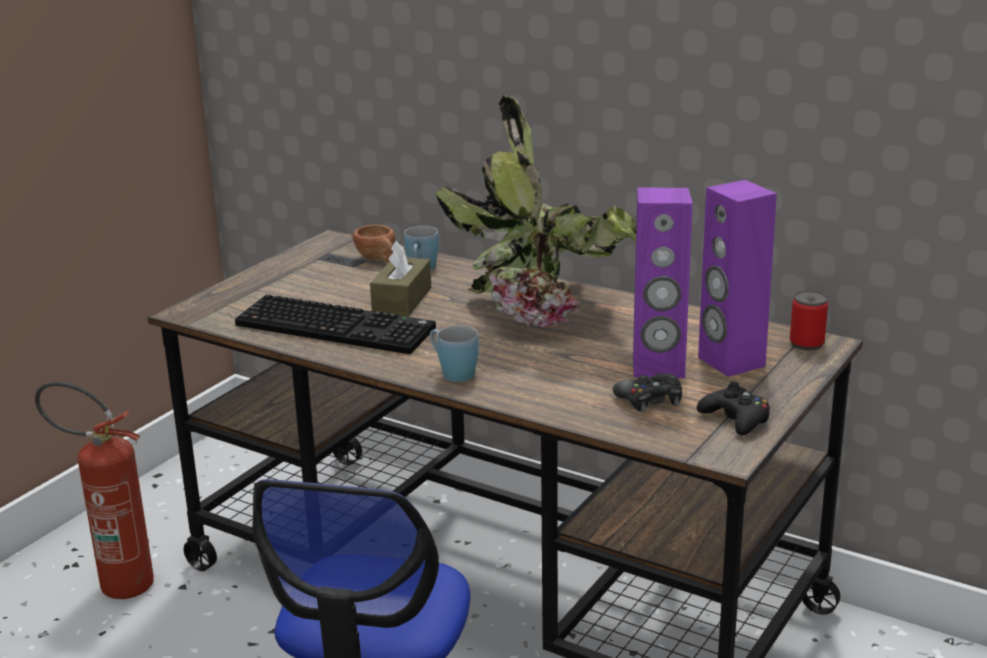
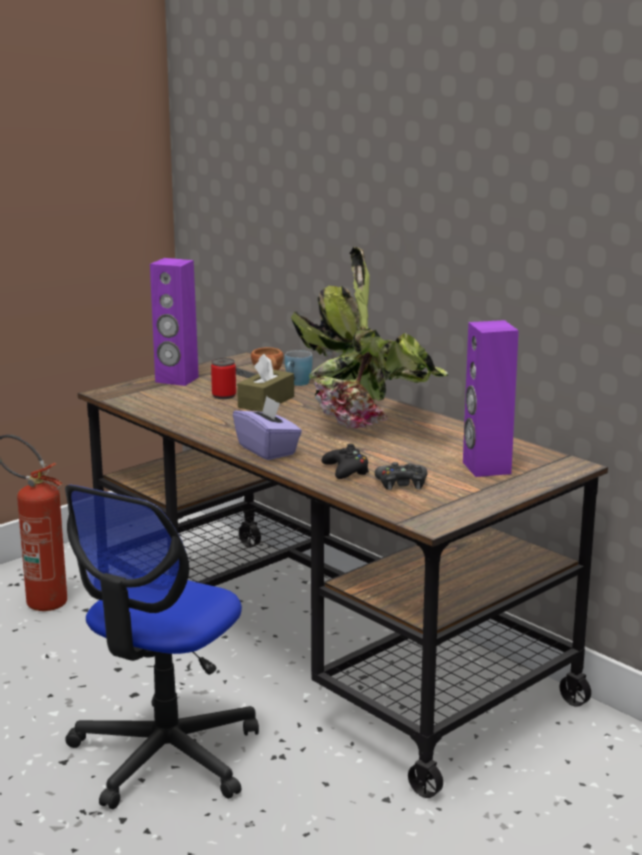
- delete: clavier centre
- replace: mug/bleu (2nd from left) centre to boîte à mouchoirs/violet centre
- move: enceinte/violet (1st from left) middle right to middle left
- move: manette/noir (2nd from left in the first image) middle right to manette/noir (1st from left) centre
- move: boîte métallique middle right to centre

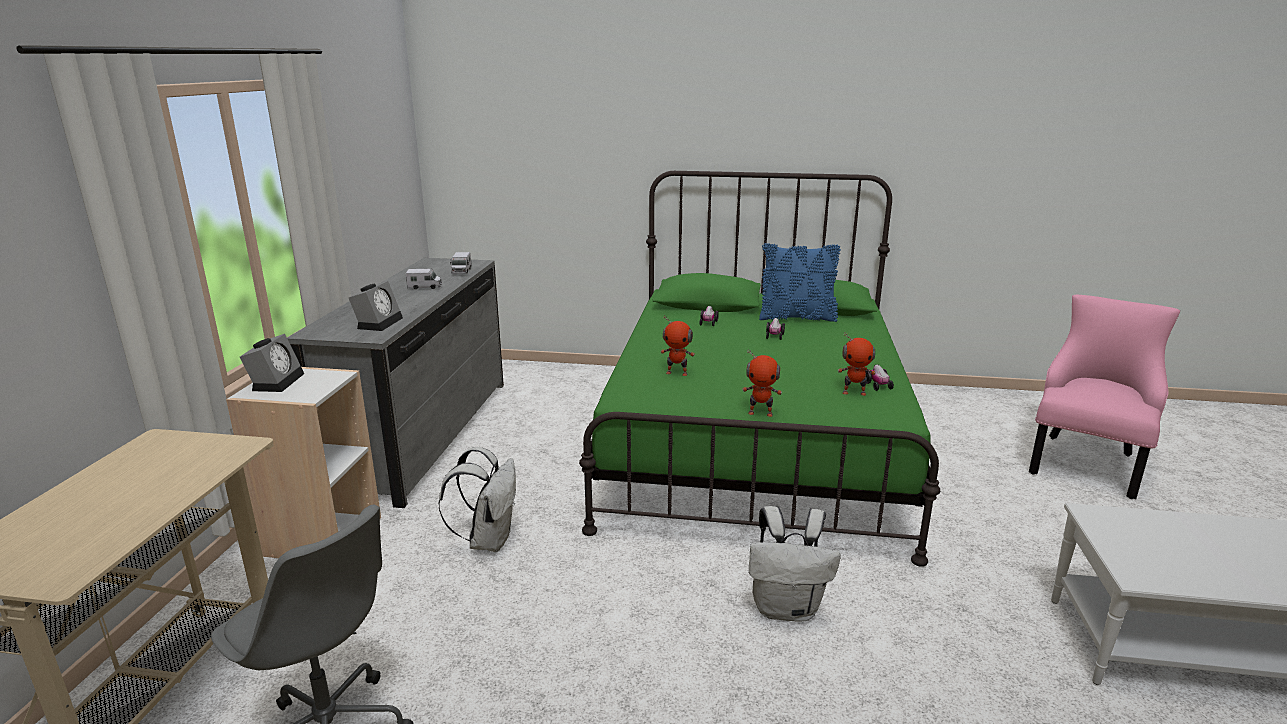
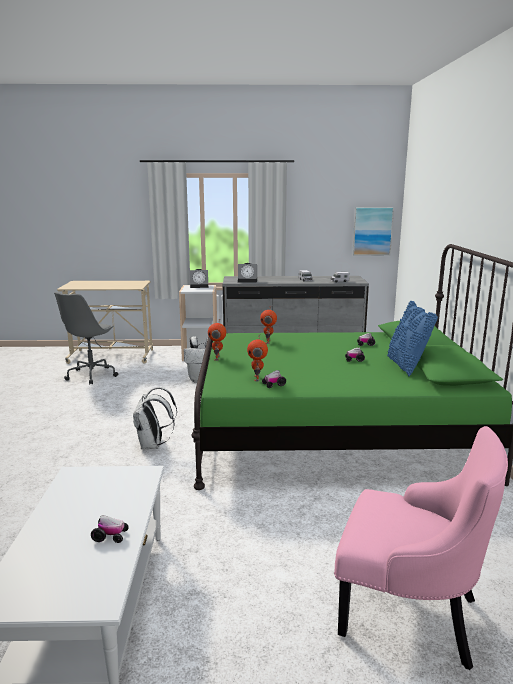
- insert: petite voiture (1st from left) bottom left
- insert: tableau middle right

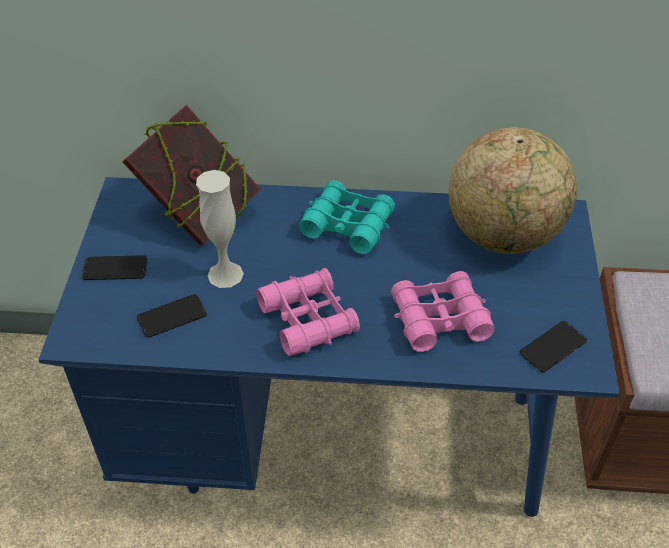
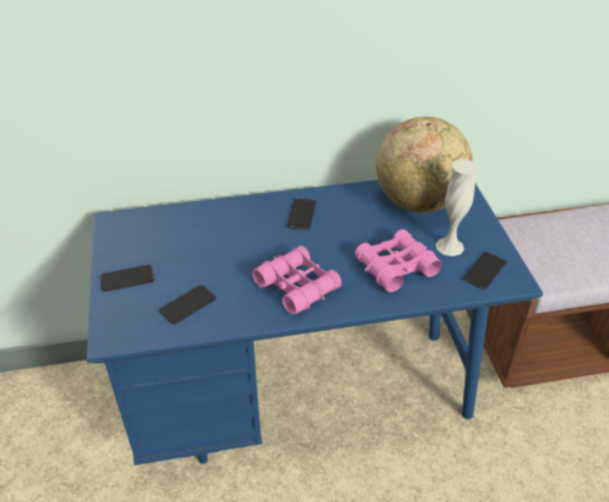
- delete: livre top left
- move: vase/blanc middle left to middle right
- replace: jumelles/turquoise centre to téléphone (3rd from left) centre

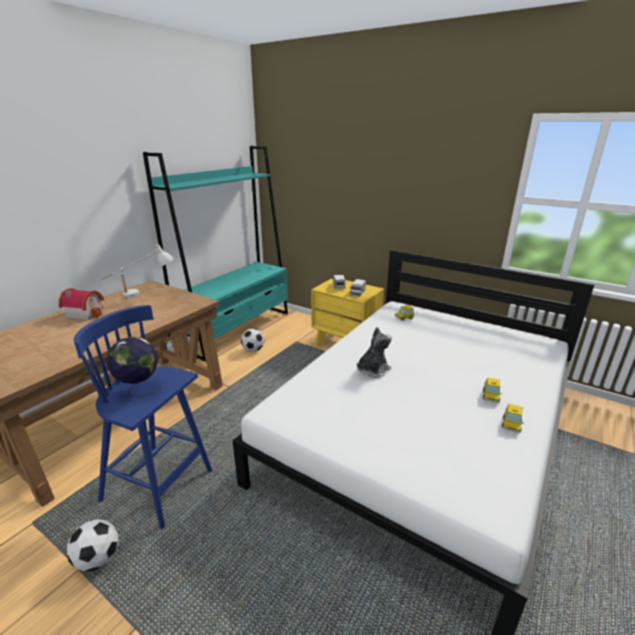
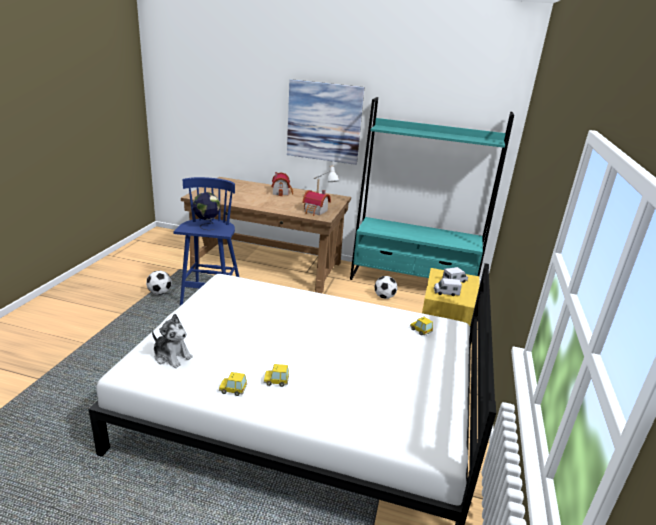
- move: peluche centre to middle left
- insert: tableau top centre
- insert: maison miniature (2nd from left) centre

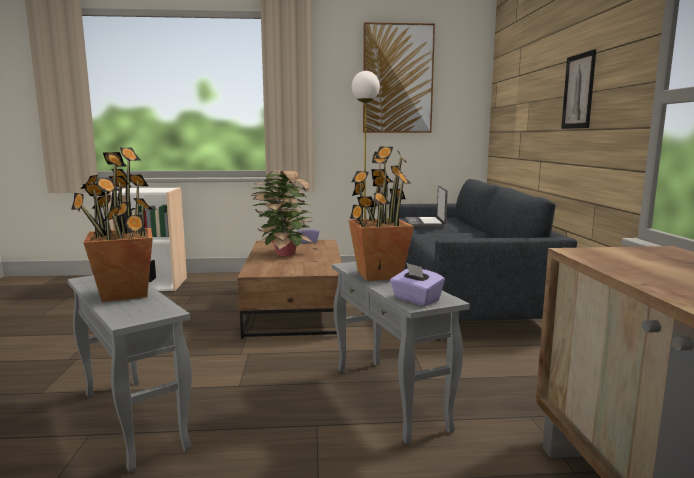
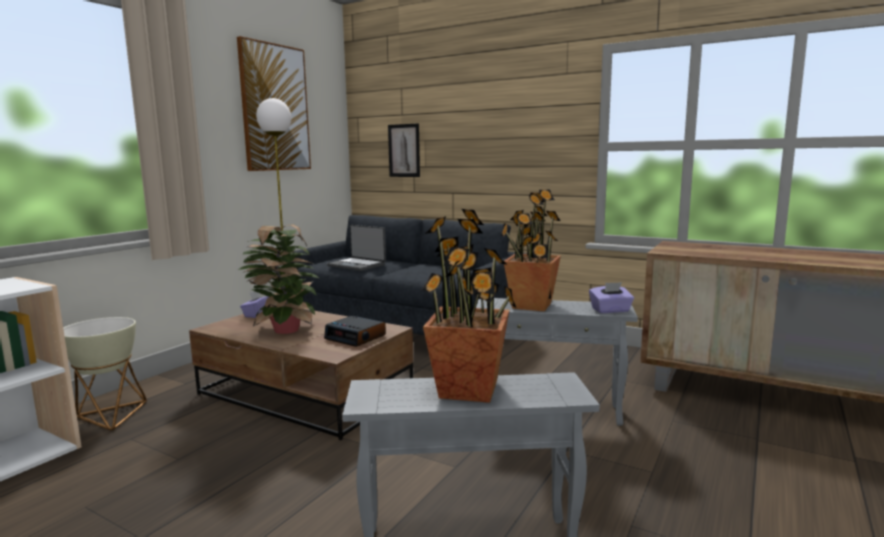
- move: tableau (2nd from left) top right to top centre
- insert: cache-pot bottom left
- insert: réveil centre

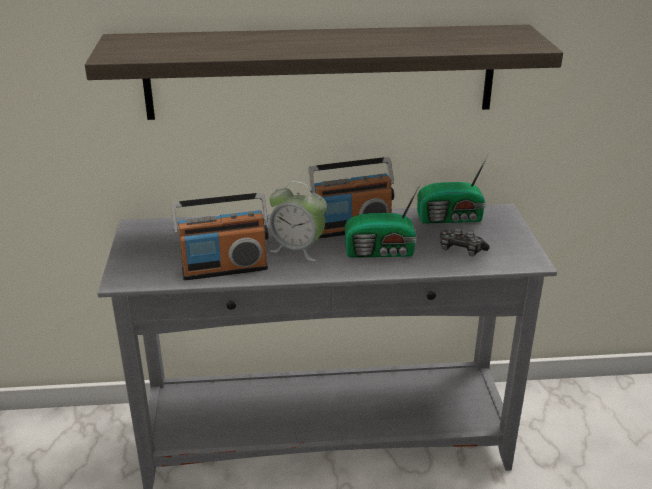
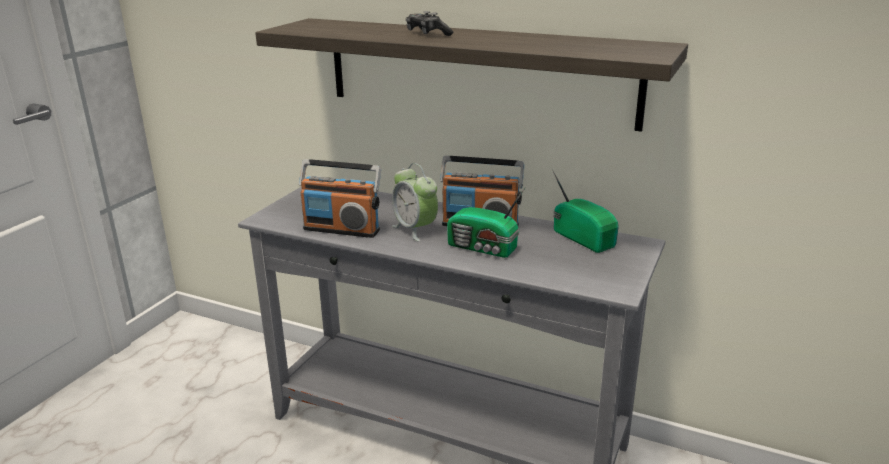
- rotate: radio (4th from left) middle right = centre 150 degrees counterclockwise
- move: manette middle right to top centre

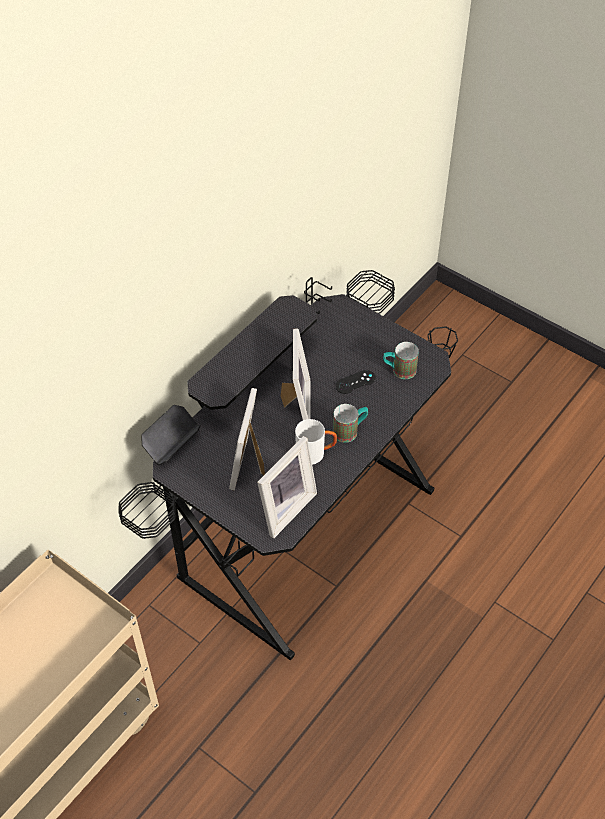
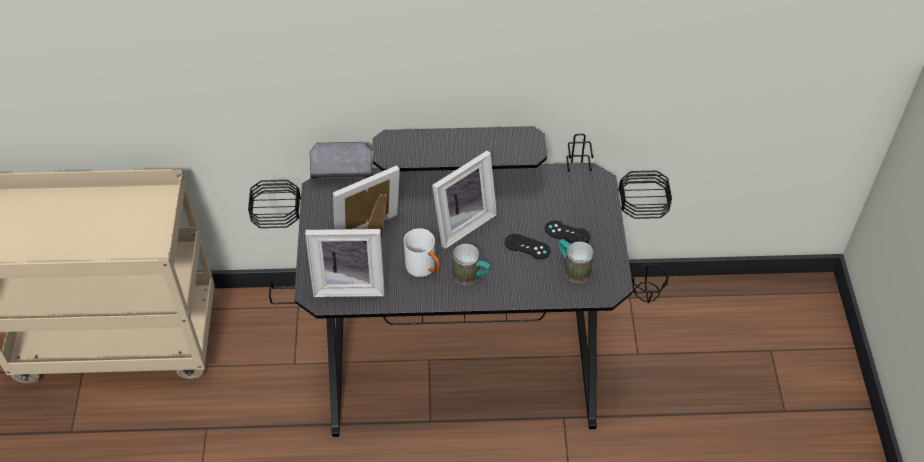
- insert: manette/noir (2nd from left) centre

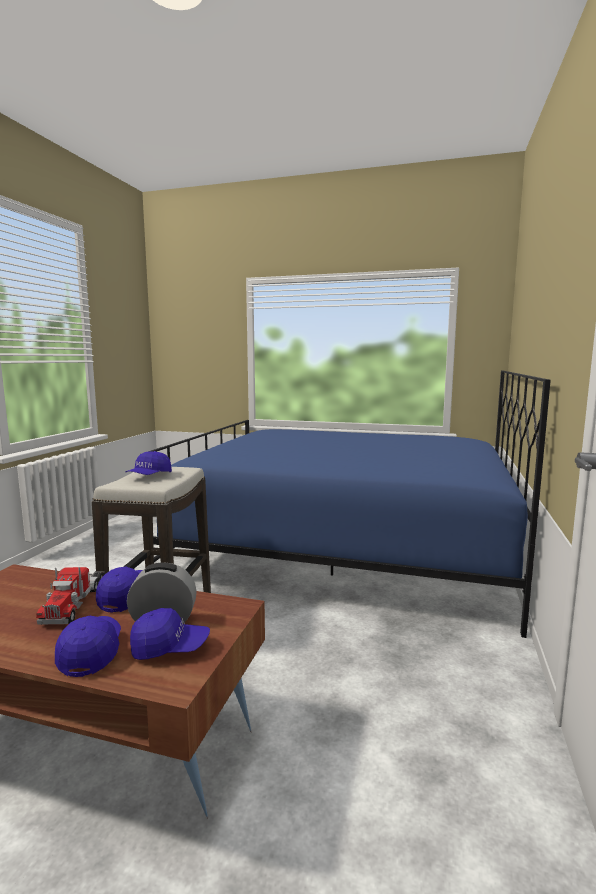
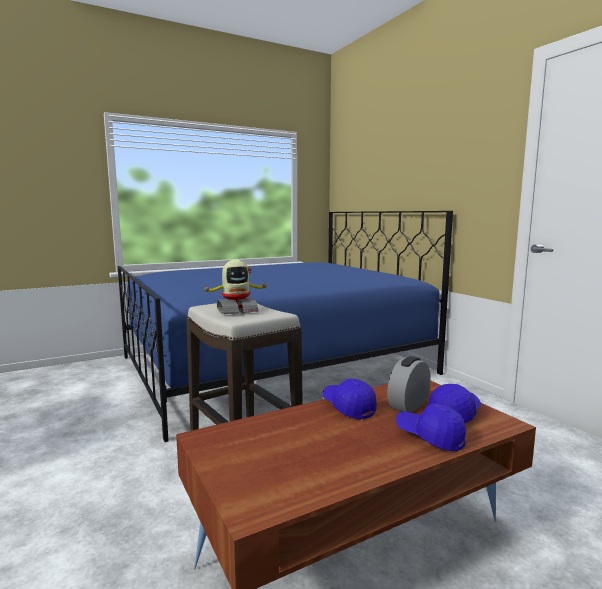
- delete: camion jouet bottom left
- replace: casquette/bleu (3rd from left) middle left to robot jouet centre

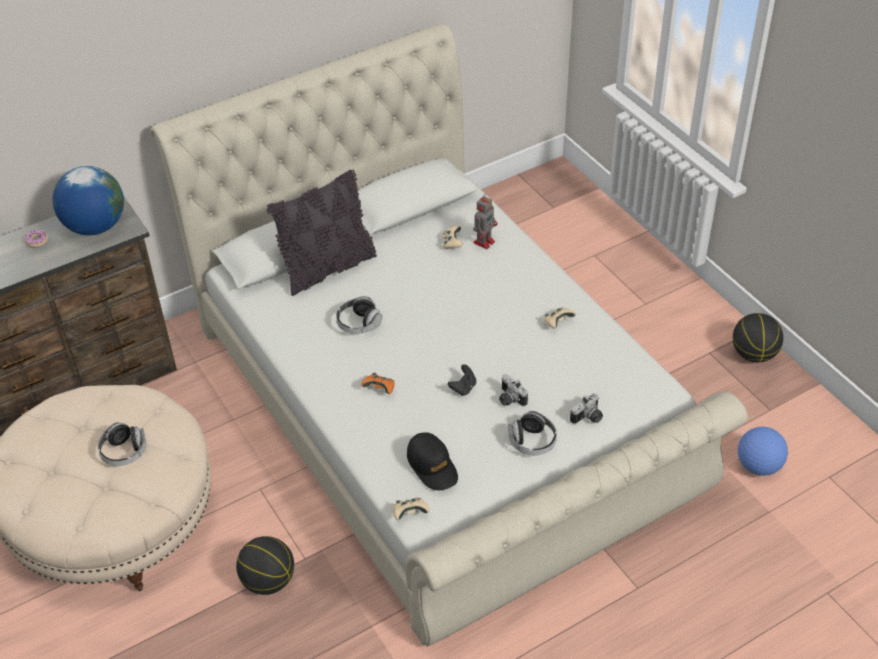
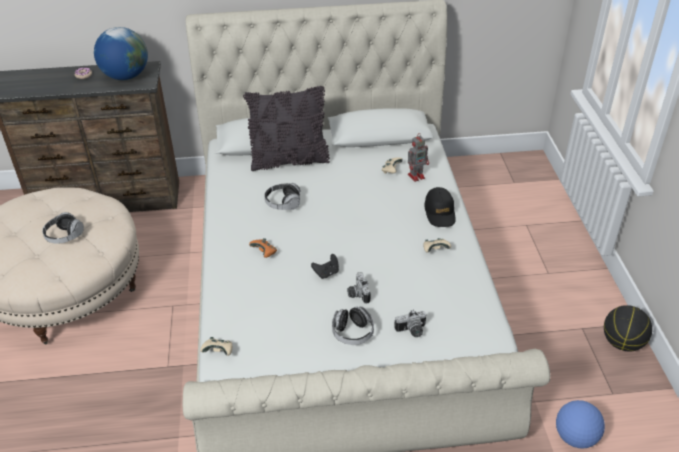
- delete: ballon de basket (1st from left) bottom left
- move: casquette/noir bottom centre to centre

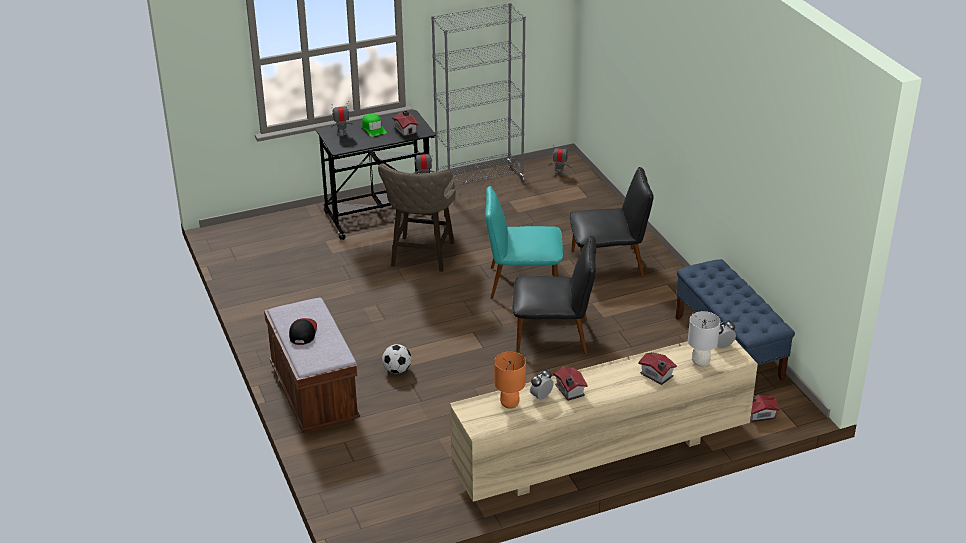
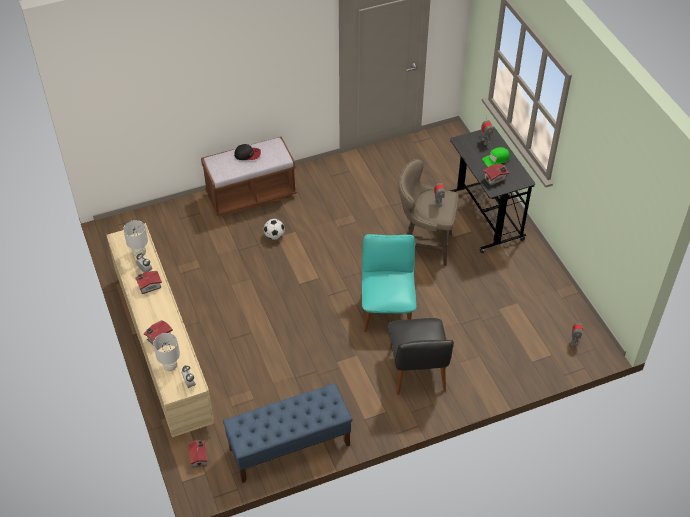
- delete: bibliothèque/gris top centre
- recolor: lampe de table/orange bottom centre to lampe de table/gris (1st from left) middle left
- delete: chaise/noir (1st from left) centre

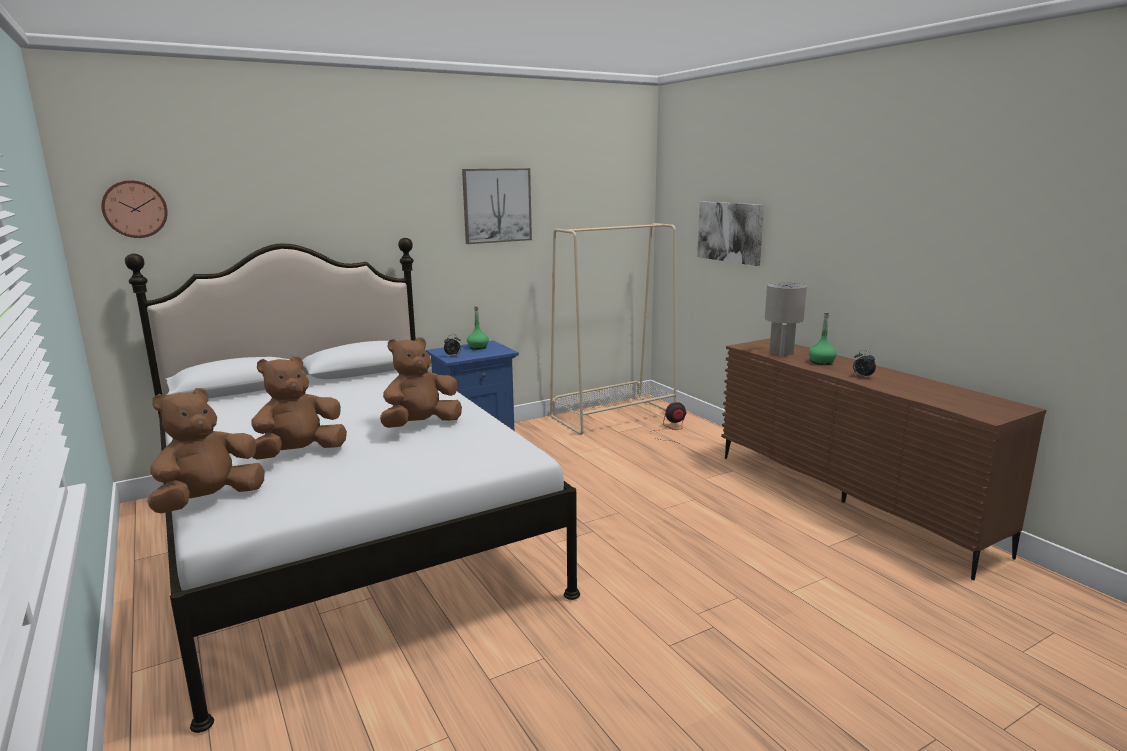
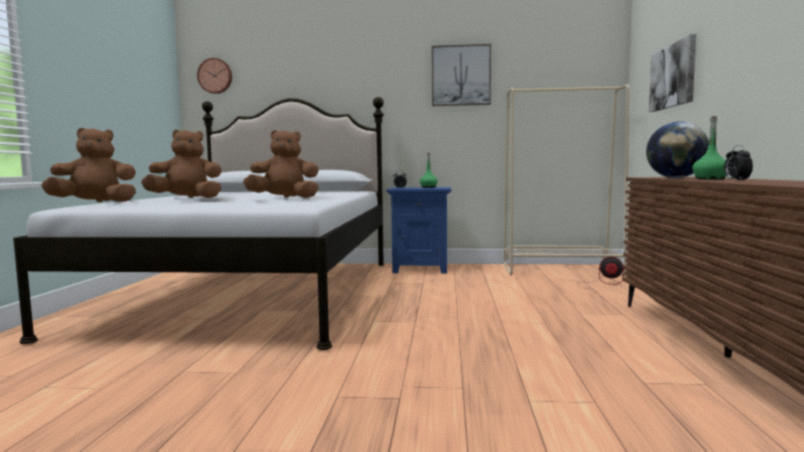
- replace: lampe de table/gris middle right to globe top right

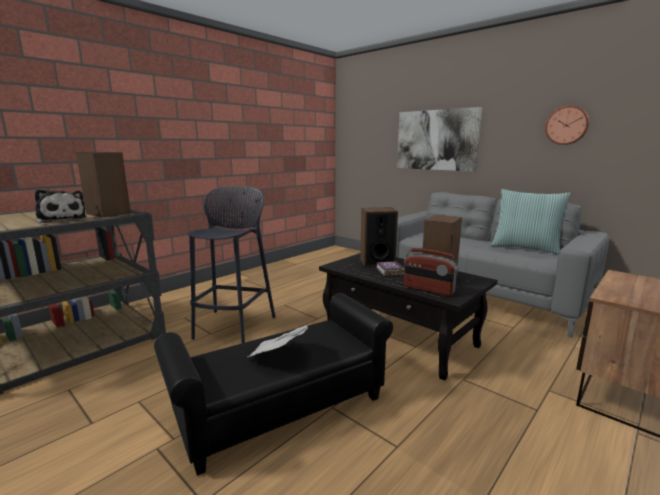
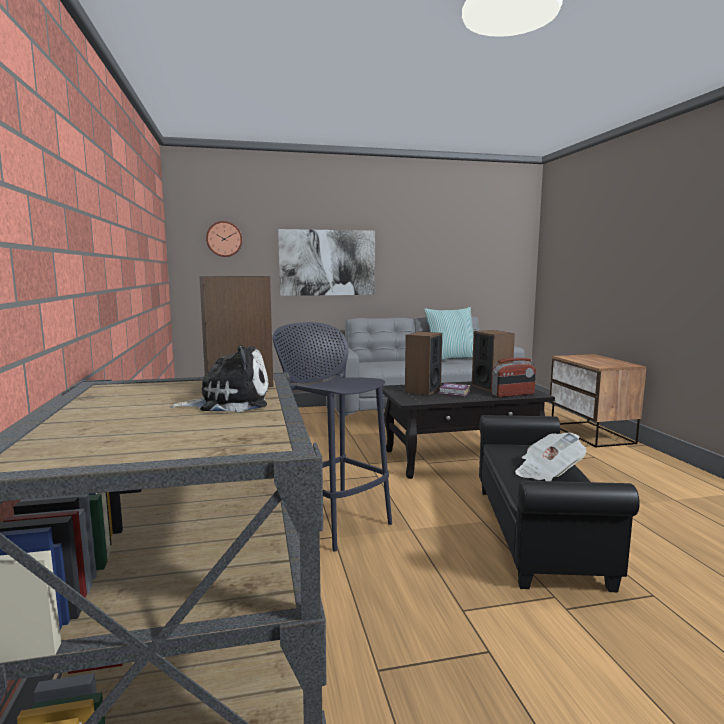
- move: horloge murale top right to top left

